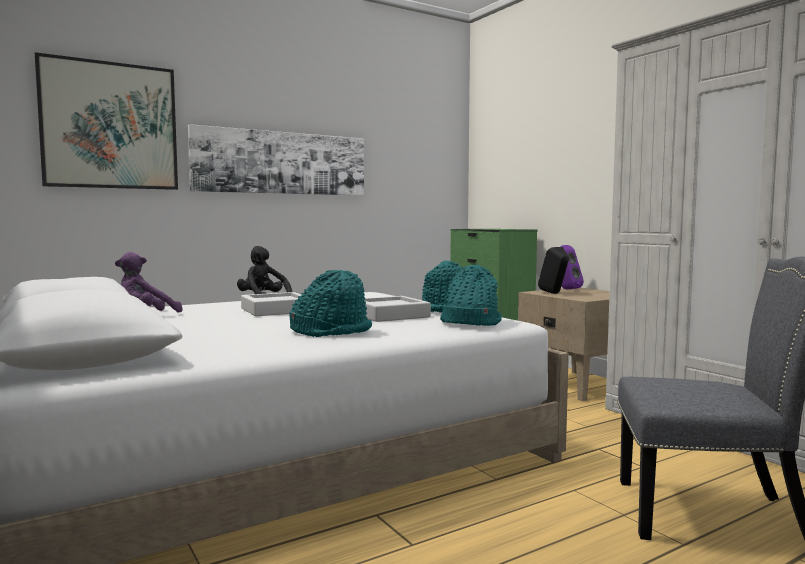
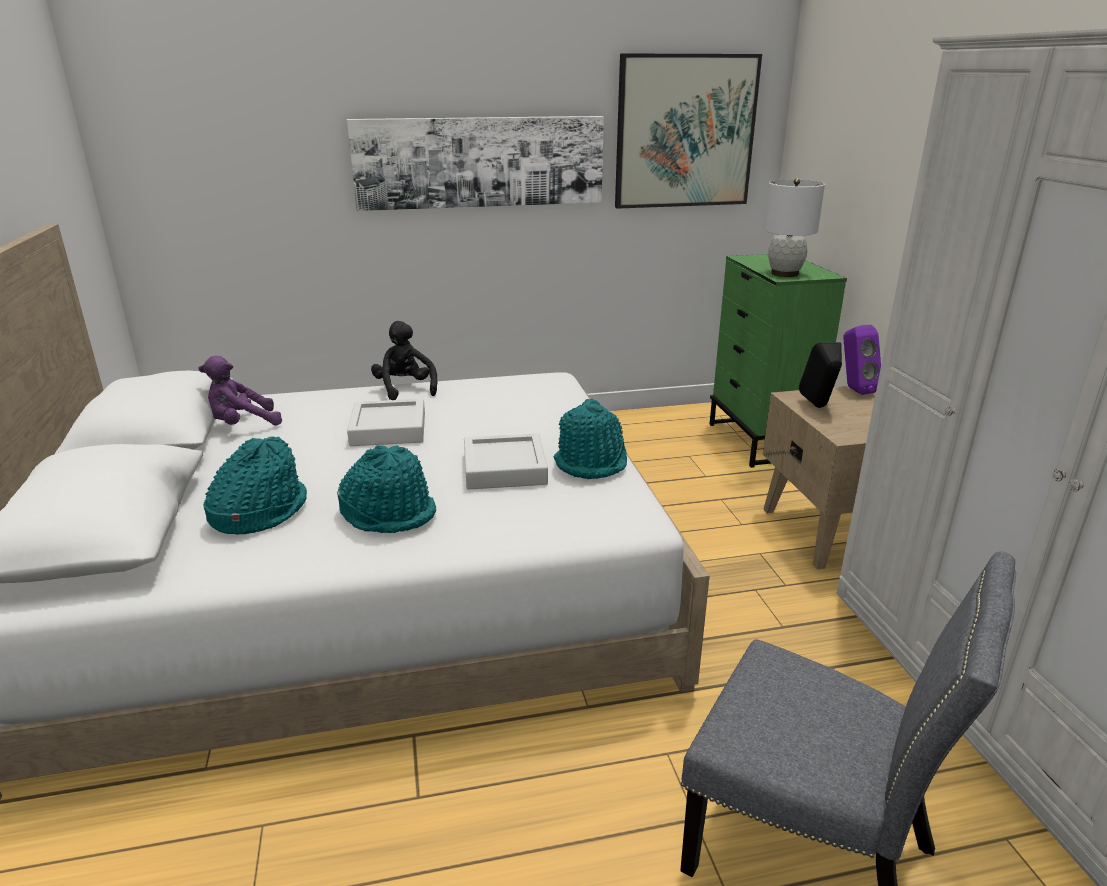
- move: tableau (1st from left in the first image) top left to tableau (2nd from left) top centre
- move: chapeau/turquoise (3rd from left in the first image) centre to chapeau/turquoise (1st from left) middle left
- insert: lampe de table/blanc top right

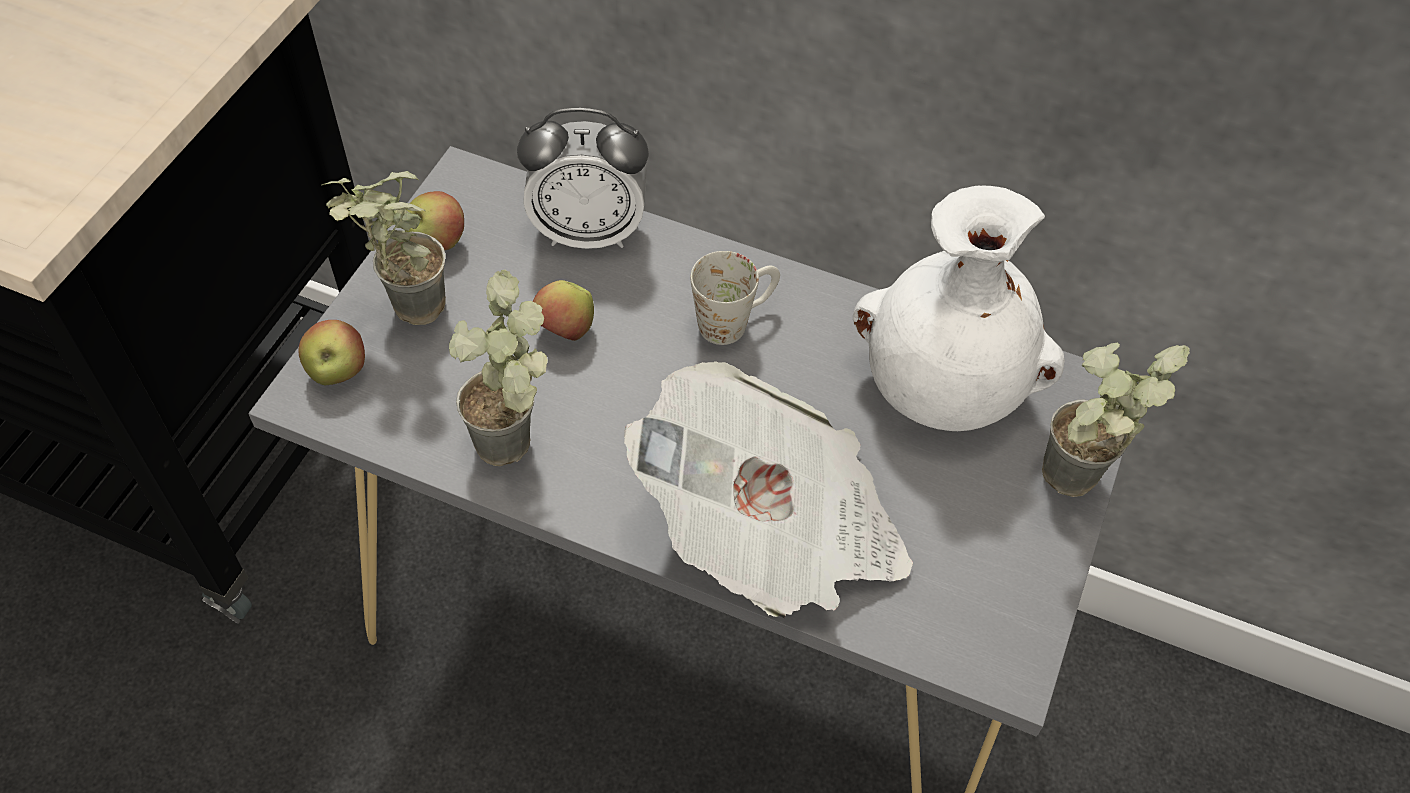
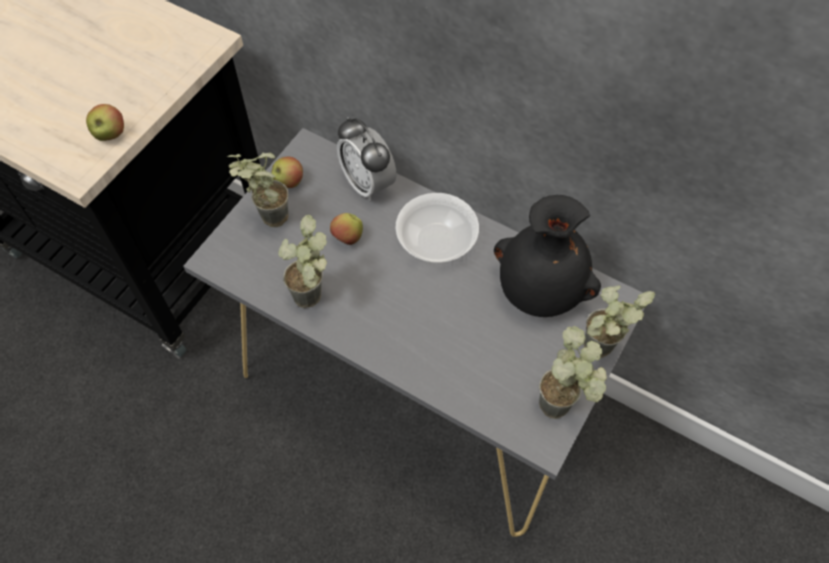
- move: pomme (1st from left) middle left to top left
- rotate: réveil top centre = top centre 45 degrees clockwise
- delete: journal centre
- replace: mug/blanc centre to bol centre
- recolor: vase/blanc middle right to vase/noir centre
- insert: plante en pot (3rd from left) middle right

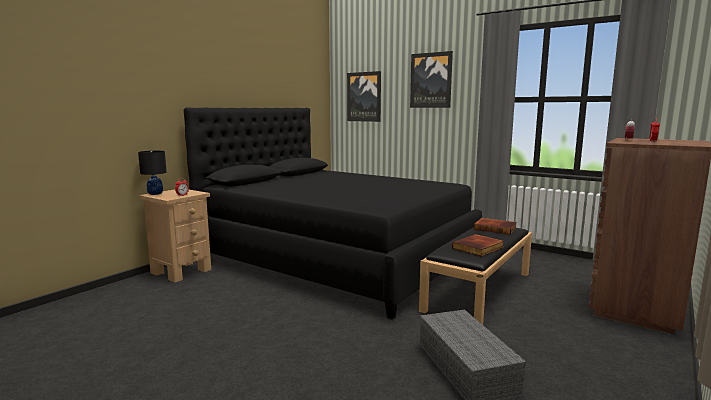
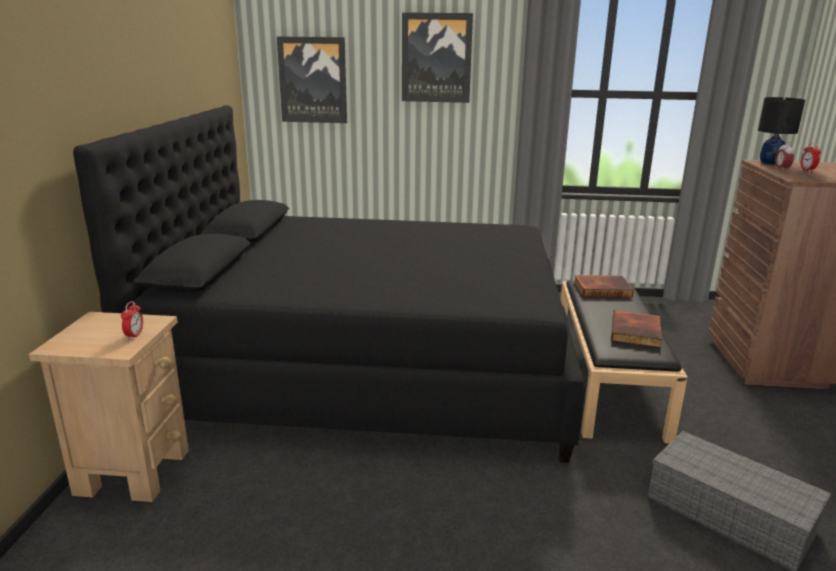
- move: lampe de table/noir middle left to top right

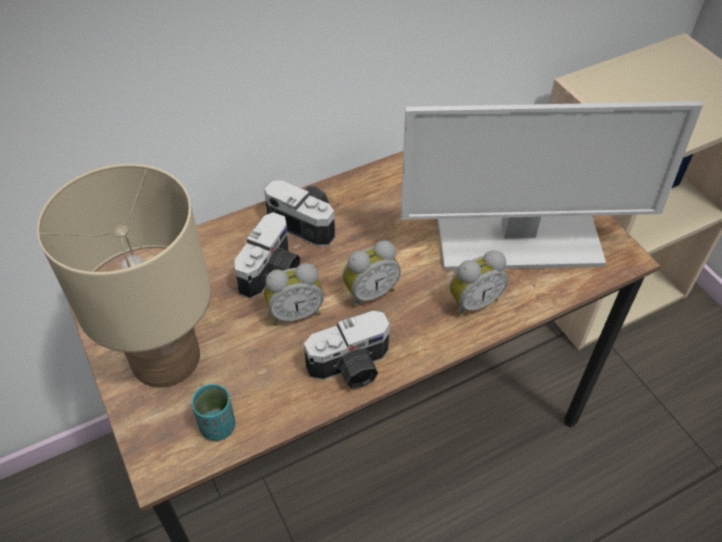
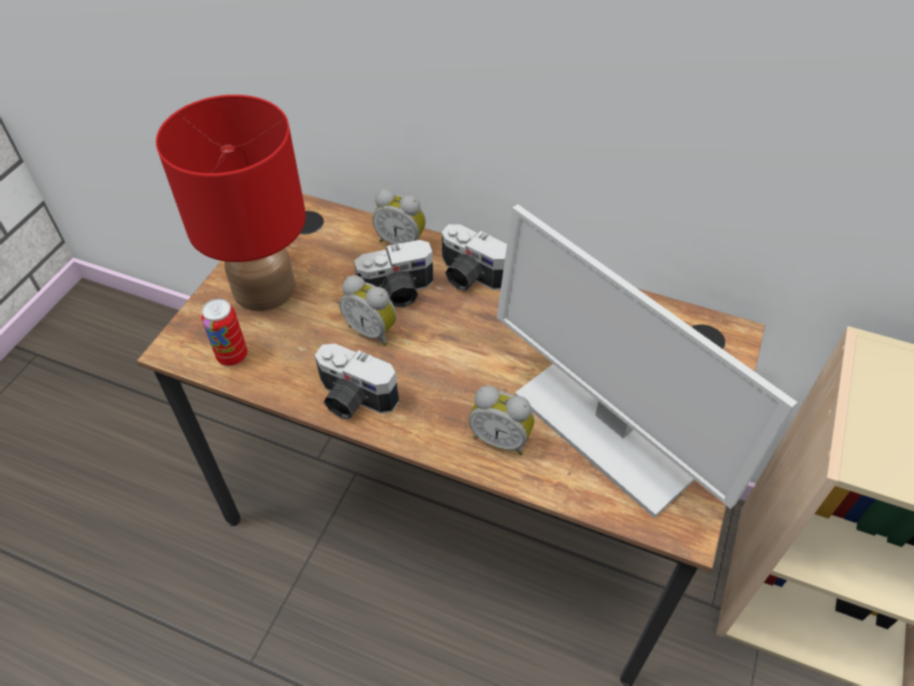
- recolor: lampe de table/beige middle left to lampe de table/rouge top left
- replace: tasse/turquoise bottom left to boîte métallique middle left
- rotate: appareil photo (2nd from left in the first image) centre = centre 135 degrees clockwise
- move: réveil (2nd from left) centre to top centre

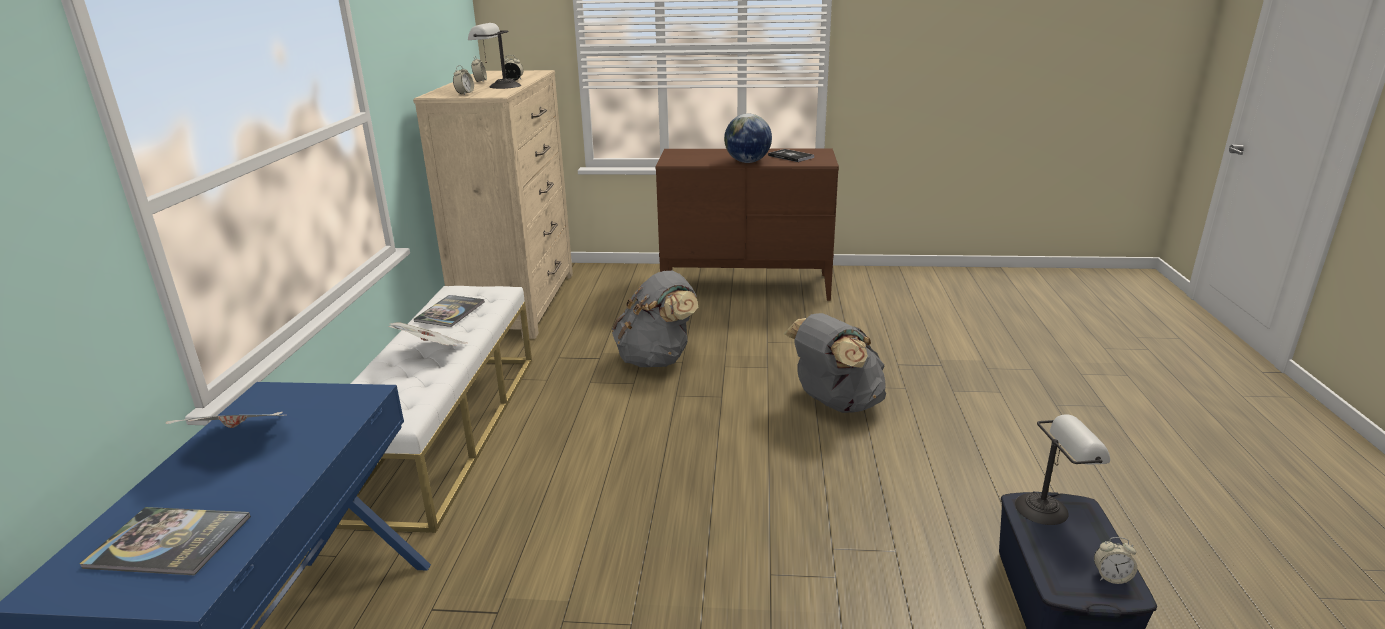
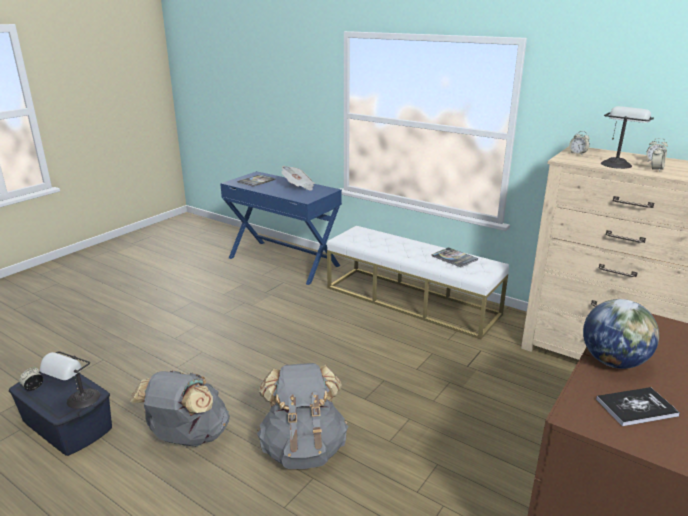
- delete: journal (2nd from left) middle left
- move: sac à dos/gris (1st from left) centre to bottom left

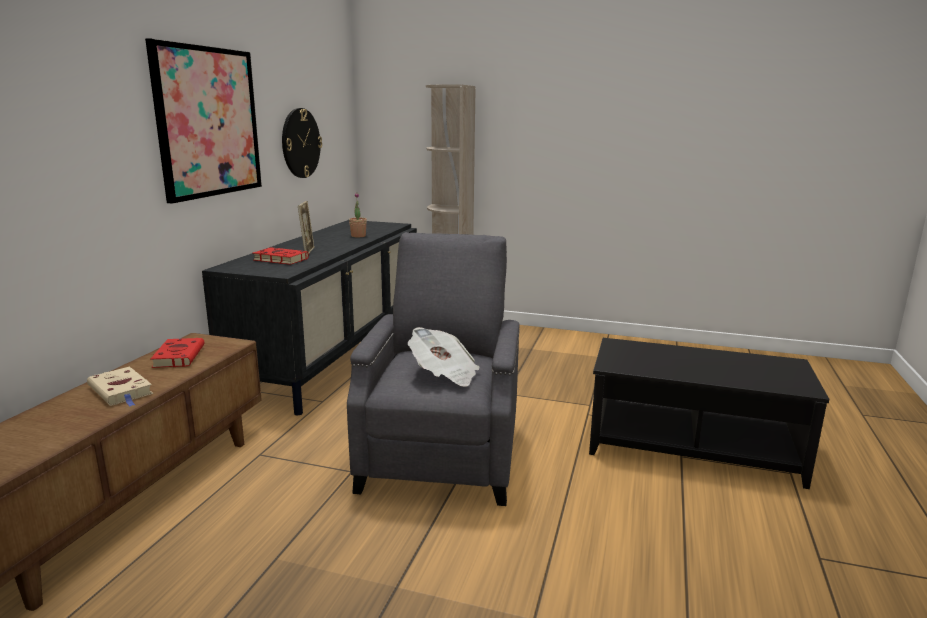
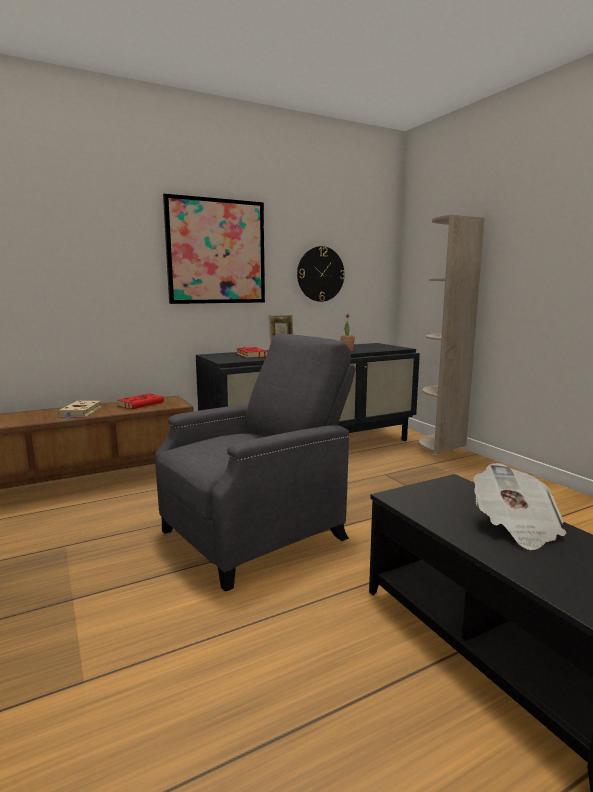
- move: journal centre to middle right

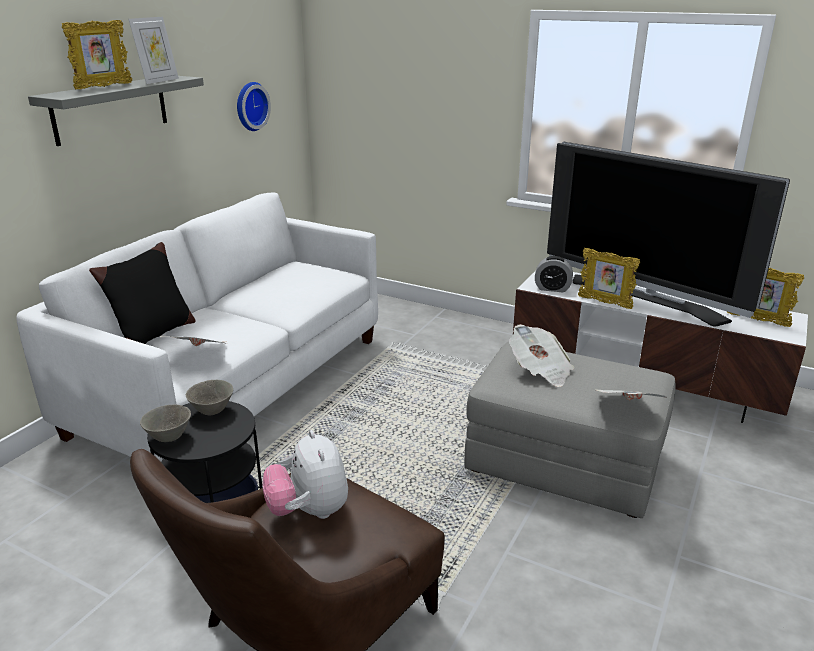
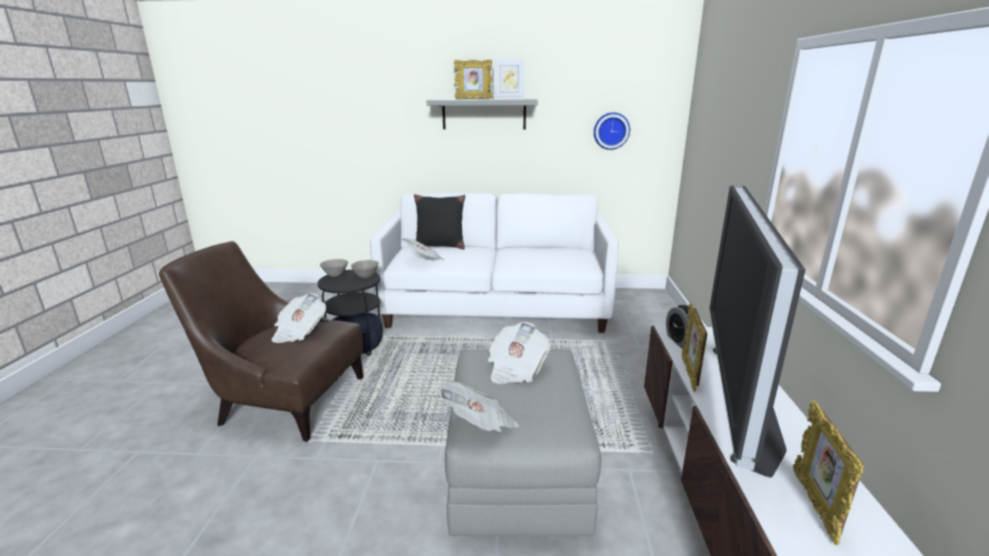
- replace: peluche bottom centre to journal (1st from left) middle left

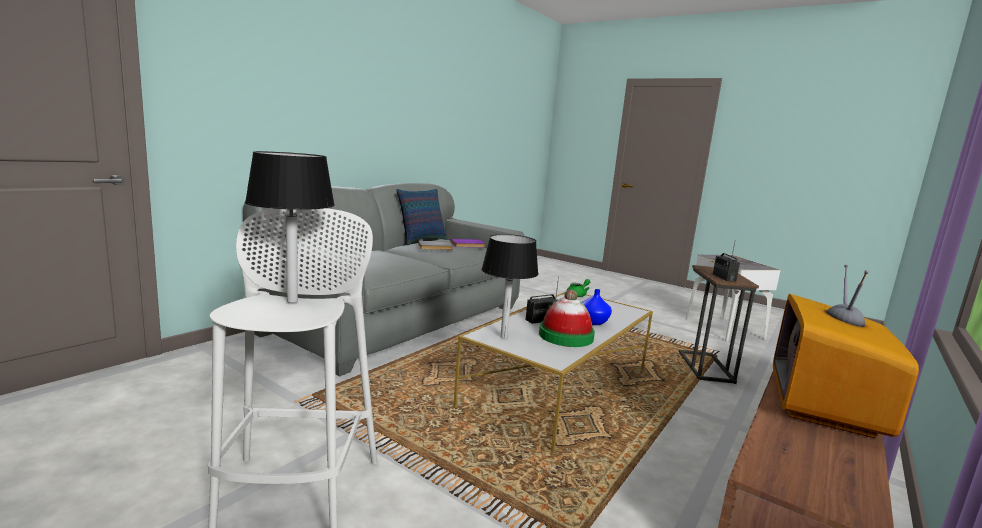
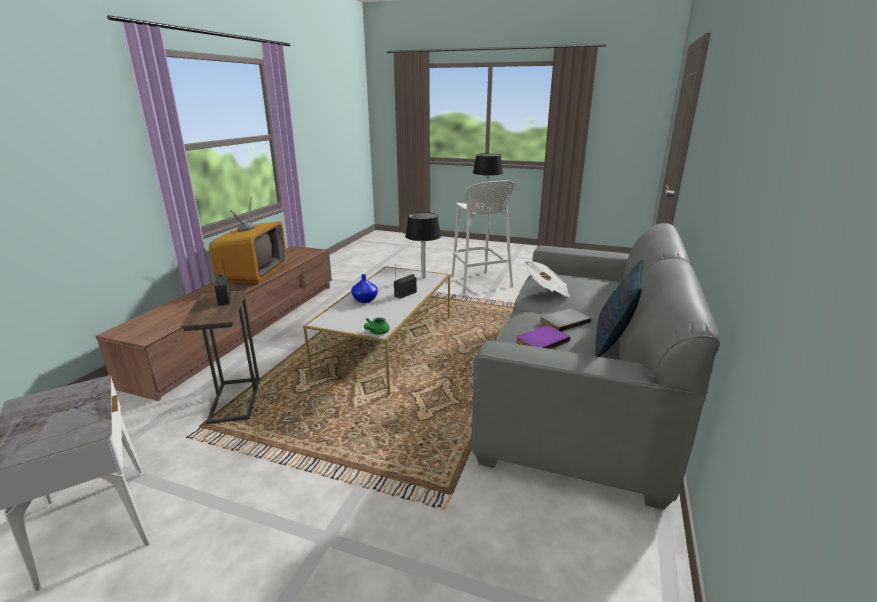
- delete: chapeau centre
- insert: journal centre

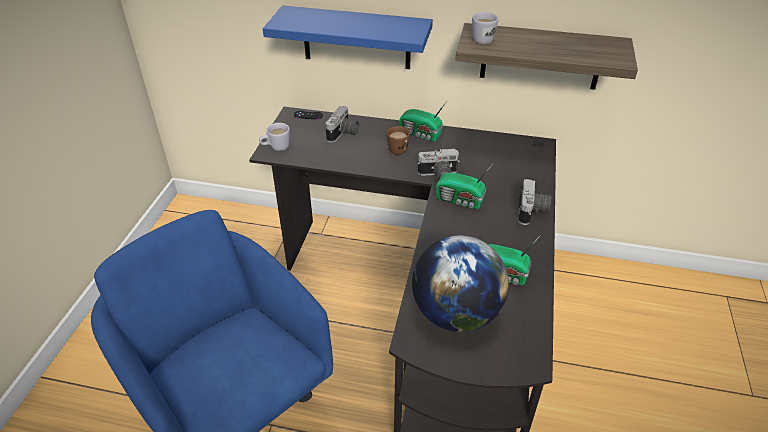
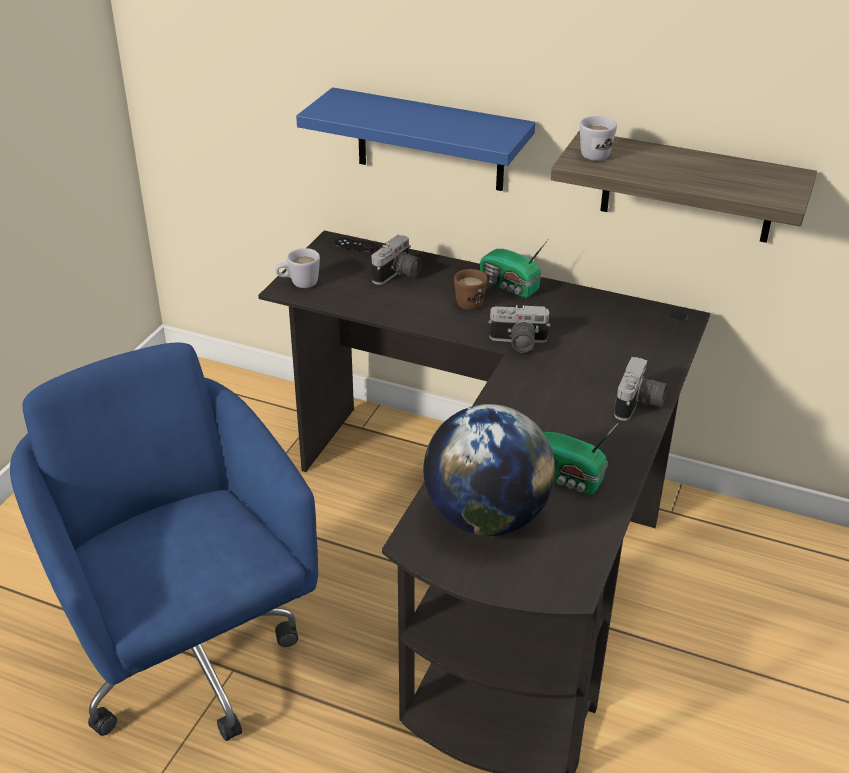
- delete: radio (2nd from left) centre

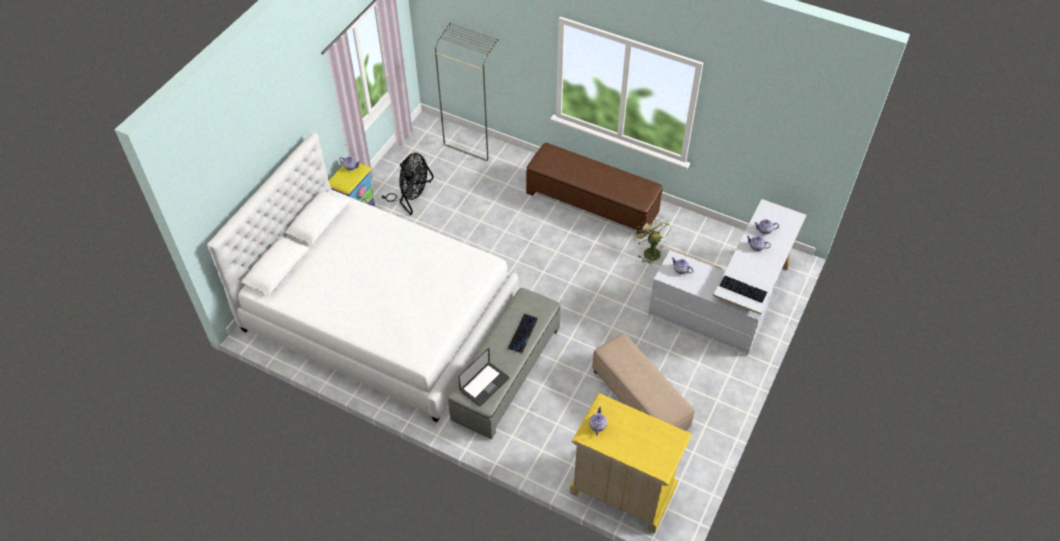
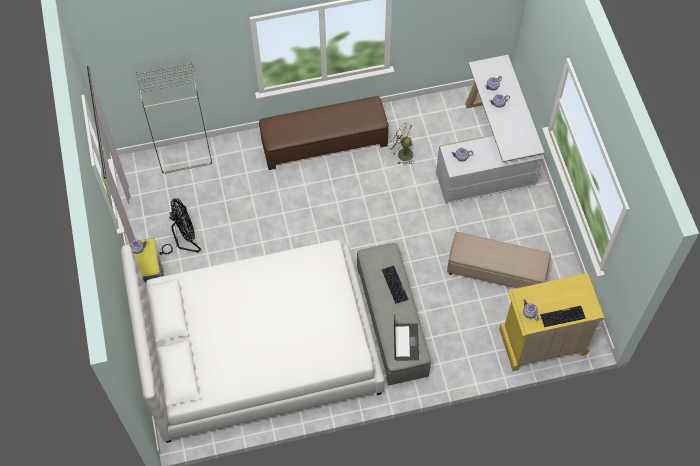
- move: clavier (2nd from left) middle right to bottom right

